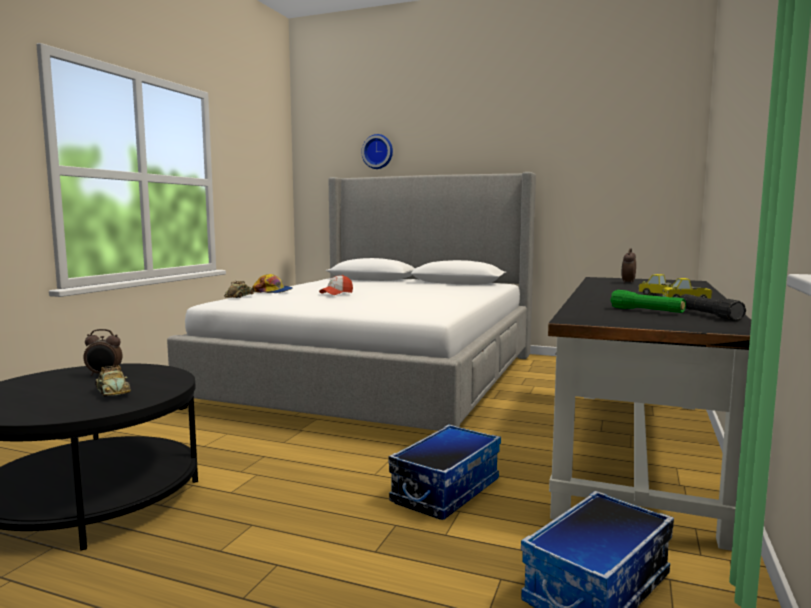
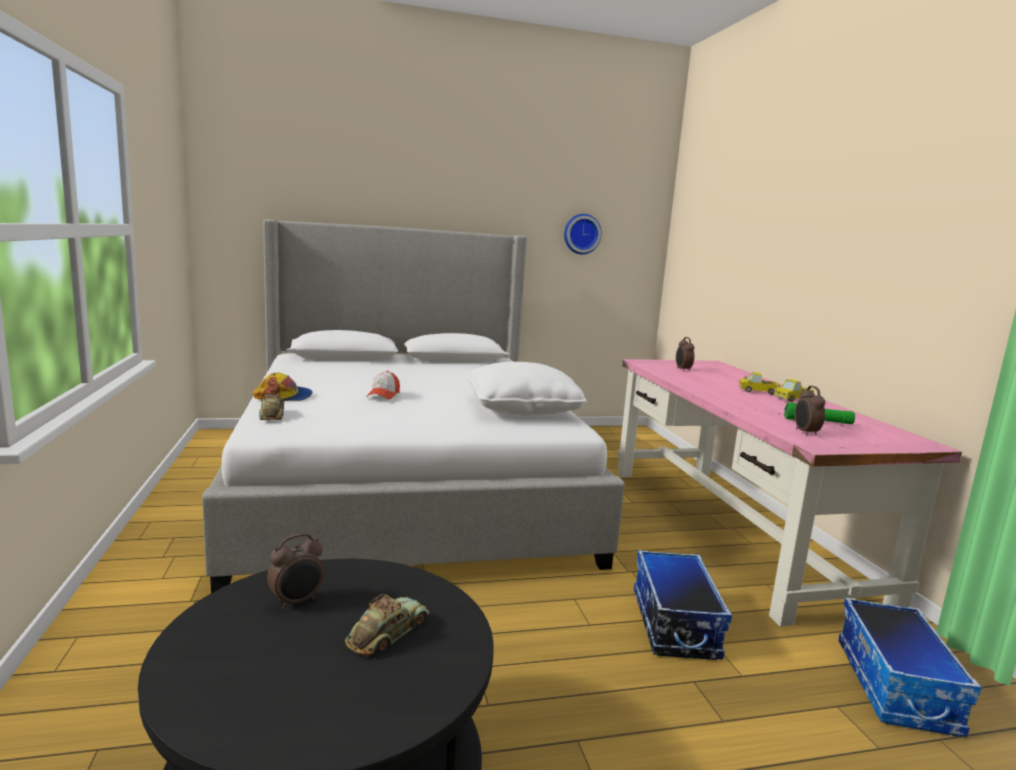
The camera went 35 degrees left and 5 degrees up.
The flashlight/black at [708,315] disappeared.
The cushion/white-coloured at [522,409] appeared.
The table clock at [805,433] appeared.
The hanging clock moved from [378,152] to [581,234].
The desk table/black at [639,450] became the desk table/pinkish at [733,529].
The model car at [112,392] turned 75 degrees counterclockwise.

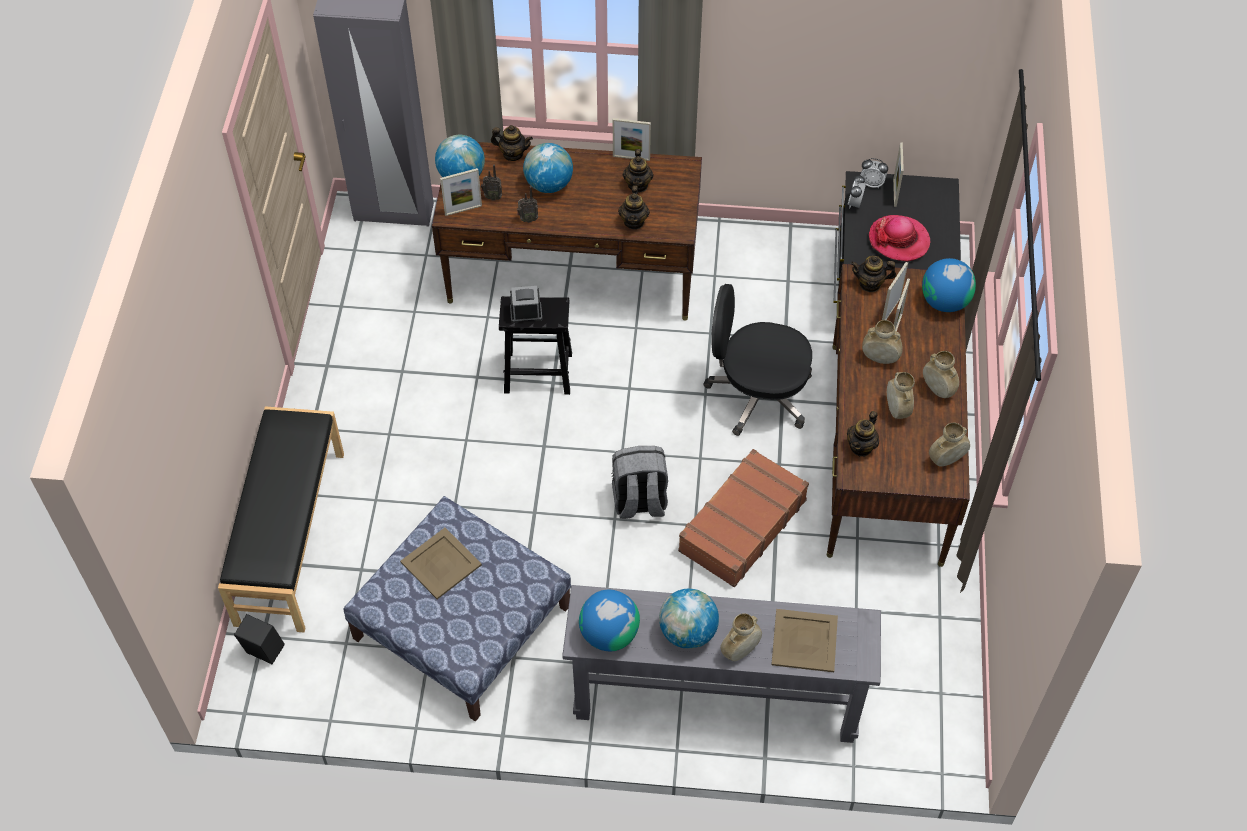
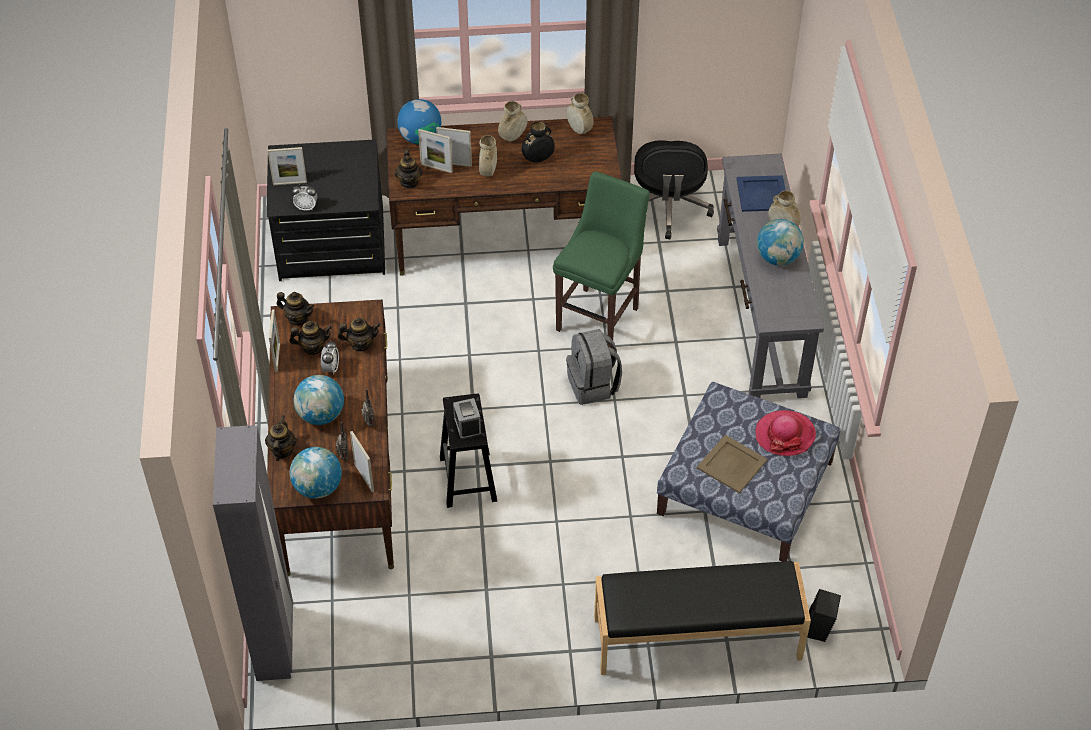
The camera went 100 degrees left and 5 degrees down.
The desk globe at [609,634] disappeared.
The office chair/black moved from [757,394] to [668,207].
The pot for tea moved from [861,447] to [297,318].
The table clock moved from [872,183] to [331,368].
The wearable hat moved from [899,240] to [785,435].
The suitcase/brown at [741,525] was replaced by the stool/green at [600,316].
The carrying tray/sand-coloured at [804,641] became the carrying tray/blue-coloured at [762,194].
The vase/sand-coloured at [896,409] became the vase/black at [538,159].

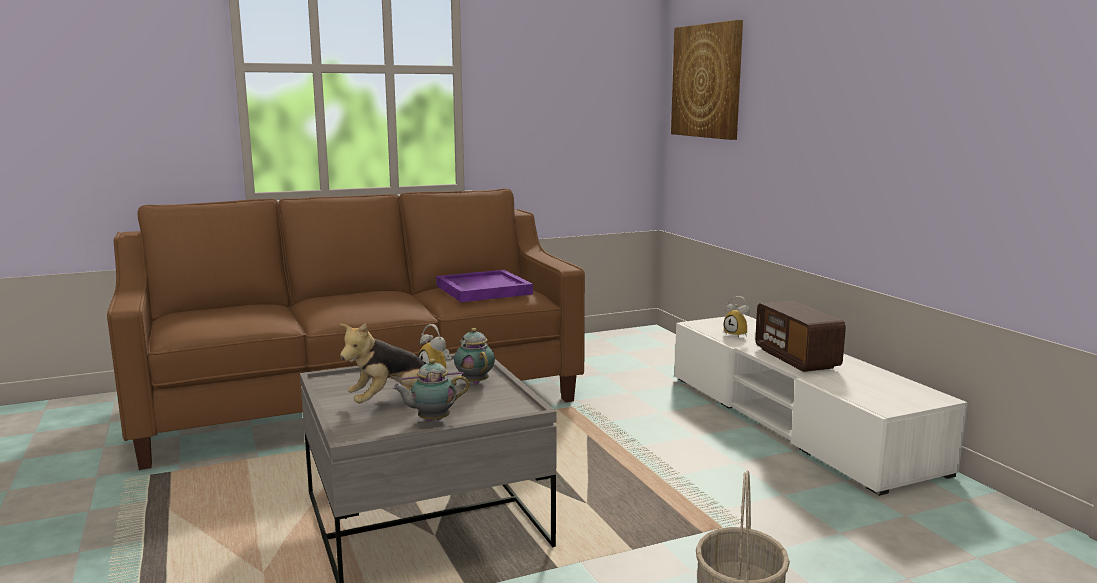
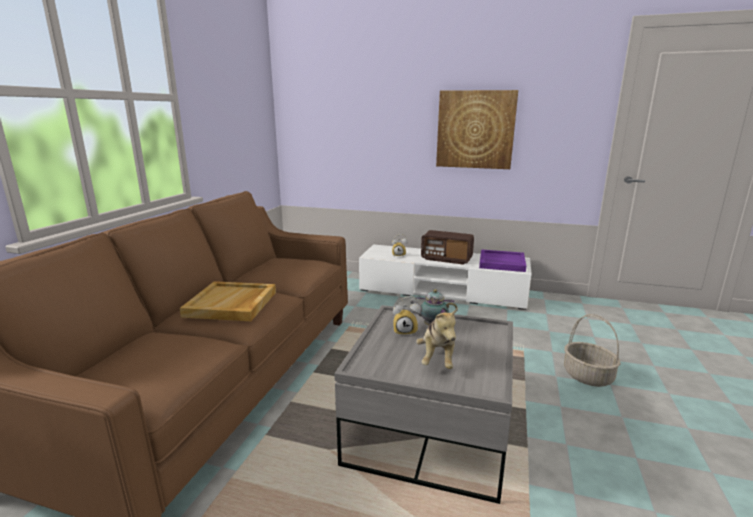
The camera went 50 degrees left and 5 degrees up.
The pot for tea at [431,420] disappeared.
The carrying tray/sand-coloured at [231,304] appeared.
The carrying tray/purple-coloured moved from [482,290] to [501,263].
The wall picture moved from [707,81] to [475,129].

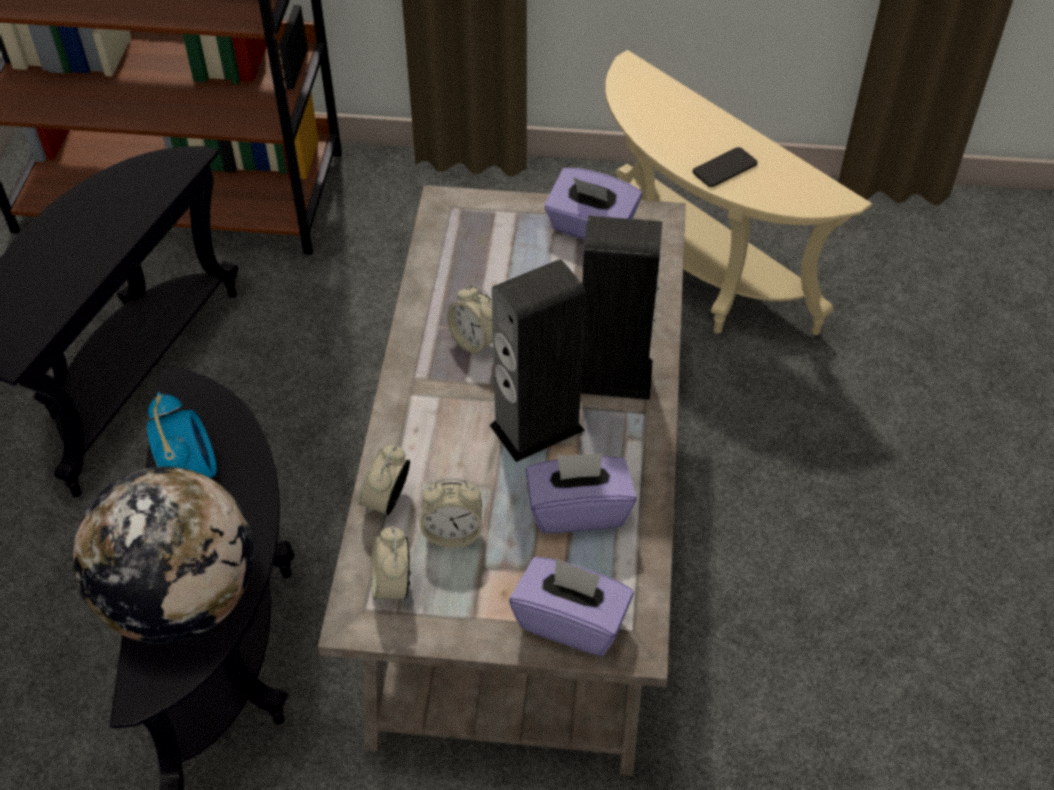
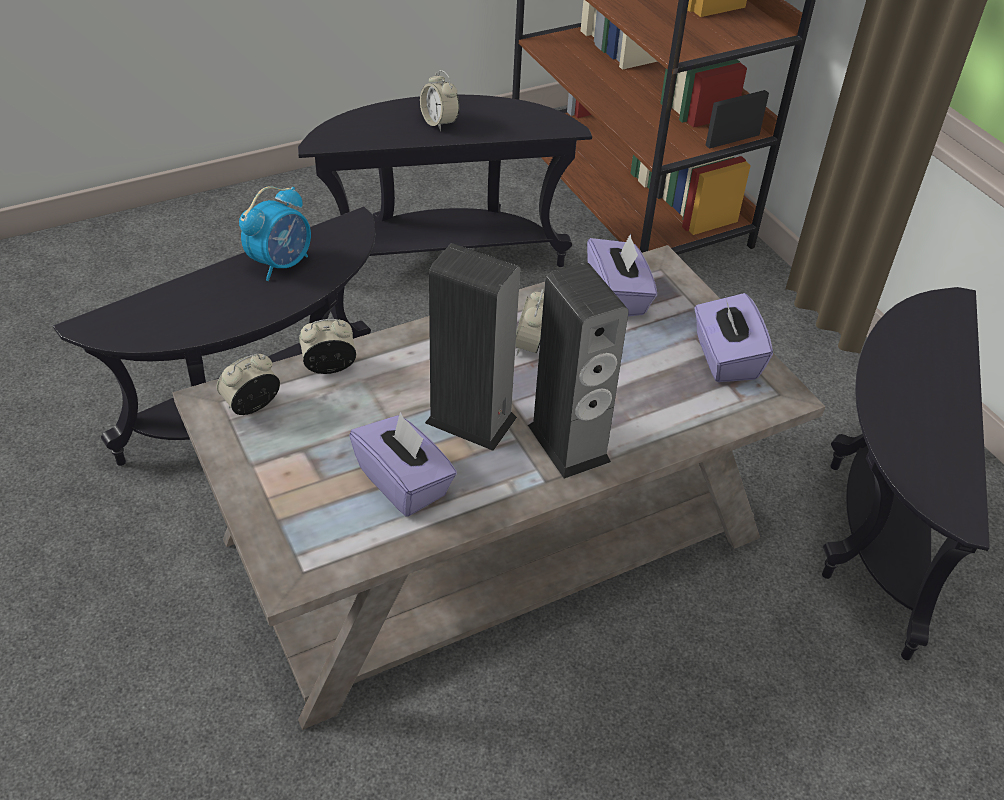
The camera went 55 degrees right and 5 degrees down.
The desk globe at [182,599] disappeared.
The phone at [724,168] disappeared.
The table clock moved from [453,533] to [439,122].
The box of tissues/purple-coloured moved from [571,621] to [618,296].
The end table/sand-coloured at [694,276] became the end table/black at [872,527].

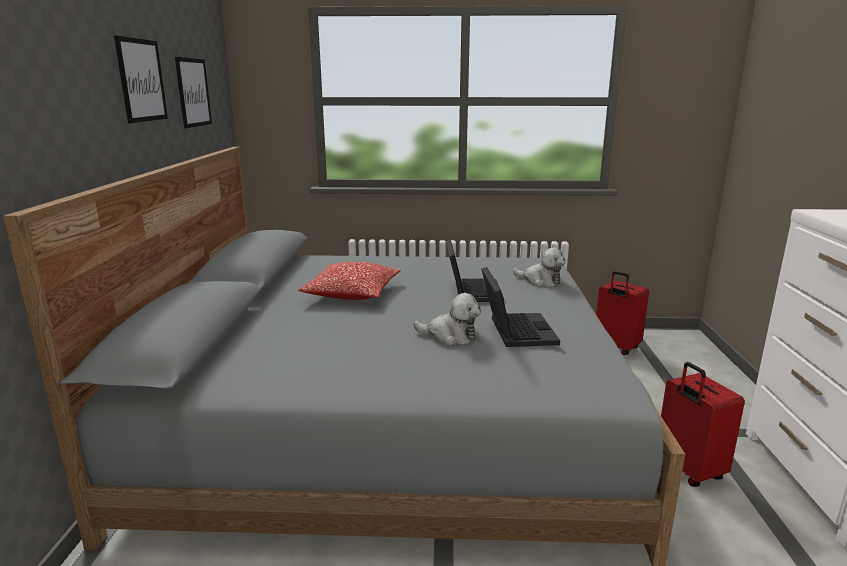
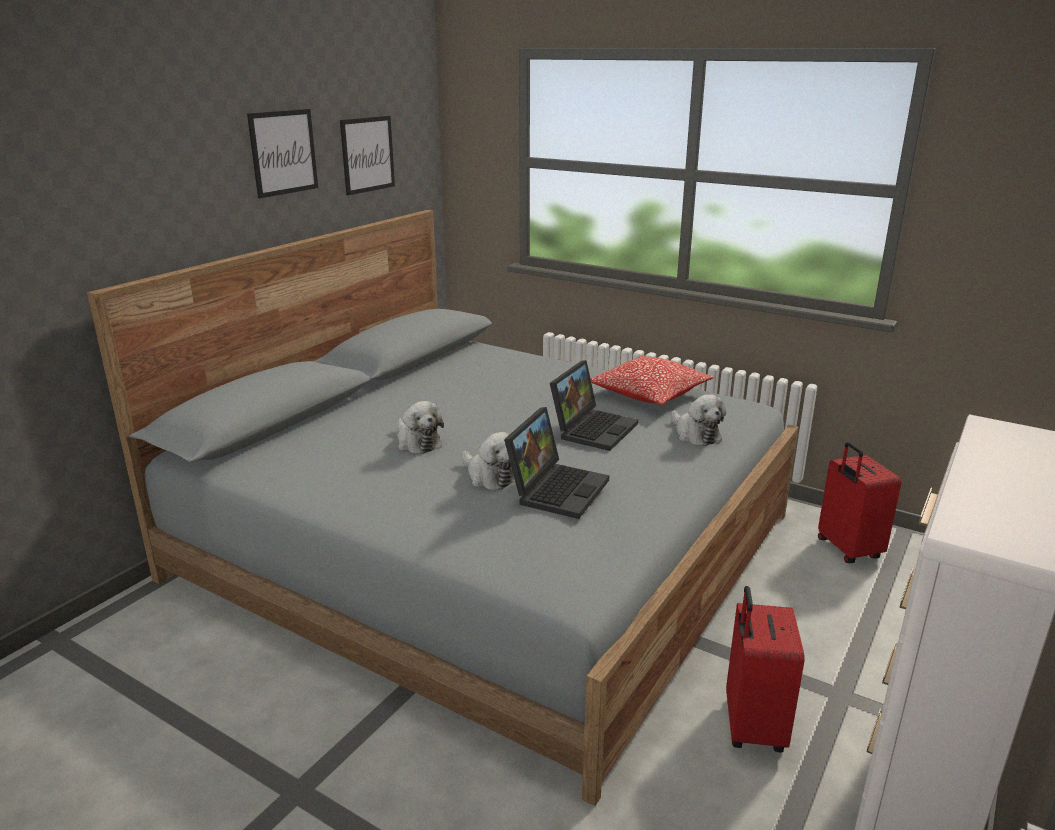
The camera went 30 degrees right and 5 degrees up.
The cuddly toy at [417,442] appeared.
The cushion moved from [352,294] to [649,394].

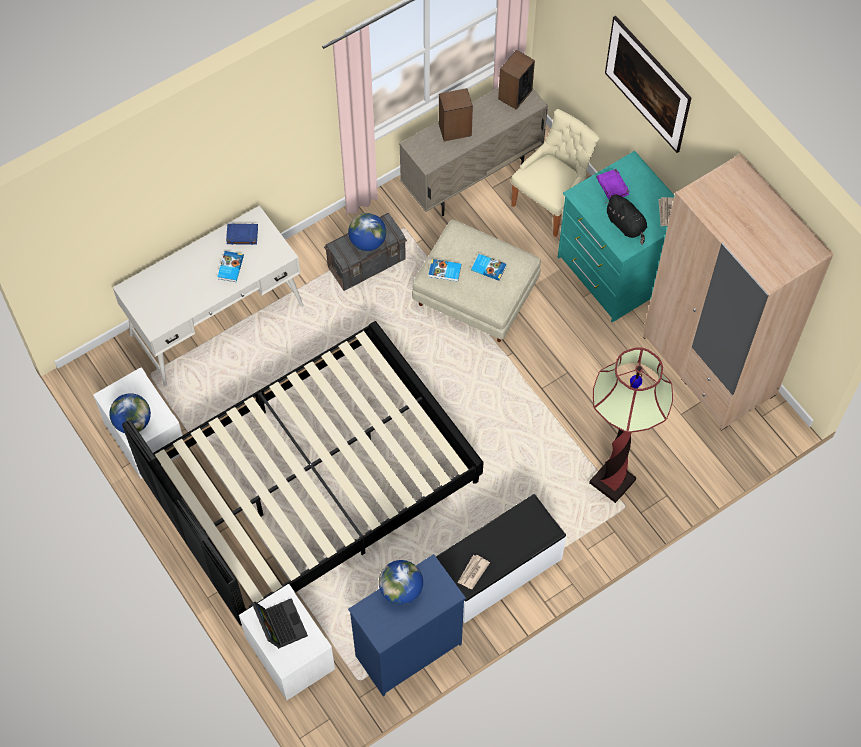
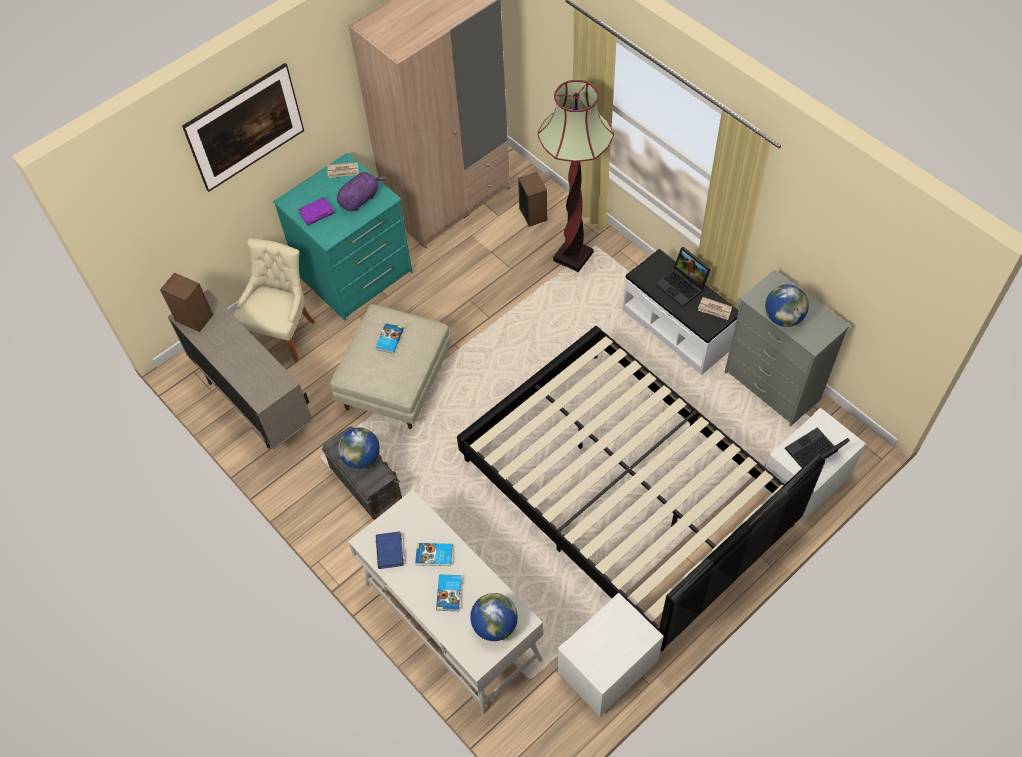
The camera went 95 degrees left and 5 degrees down.
The notebook computer at [683,286] appeared.
The desk globe moved from [133,422] to [495,625].
The bound book moved from [445,271] to [450,593].
The speaker moved from [455,130] to [533,214].
The drawer chest/blue-coloured at [407,650] became the drawer chest/grey at [772,387].
The cuddly toy/black at [626,225] became the cuddly toy/purple-coloured at [360,199].
The chair/sand-coloured at [551,203] turned 75 degrees clockwise.

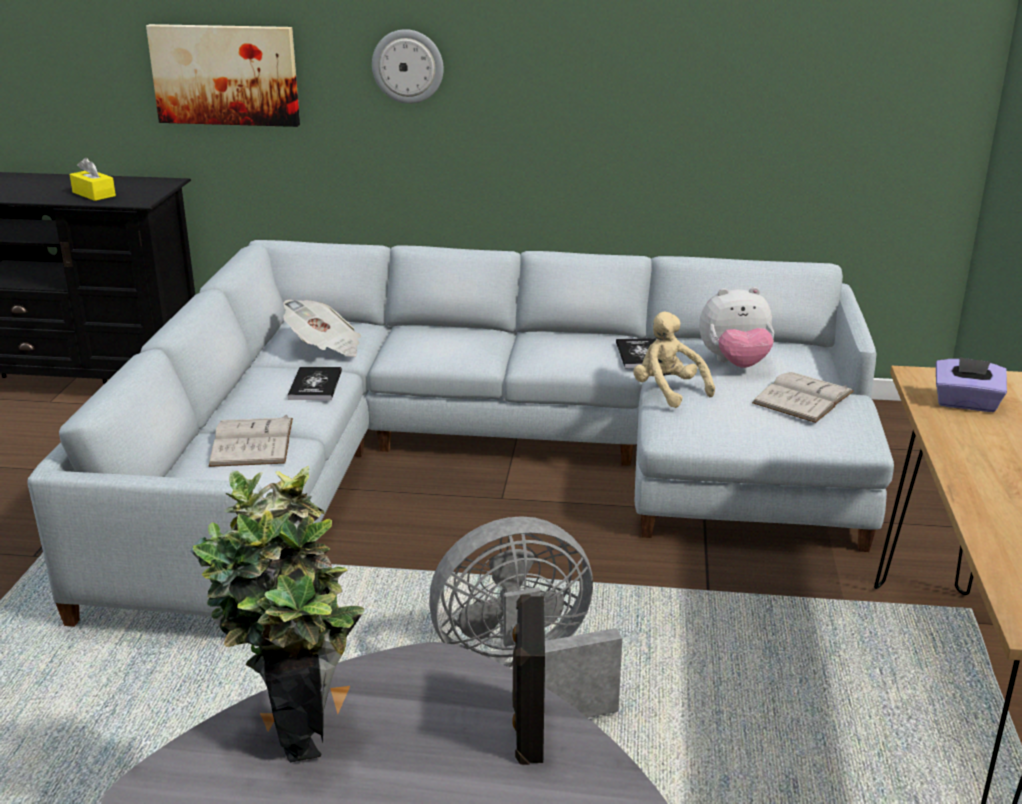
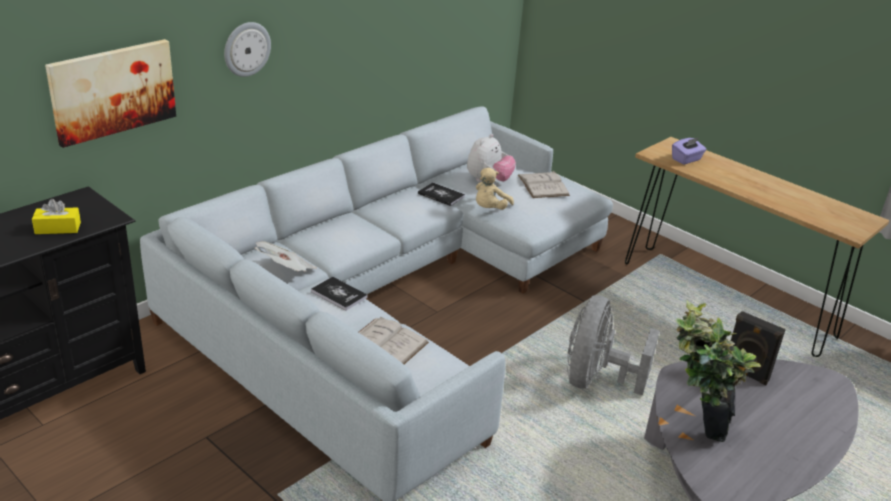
The camera went 55 degrees left and 5 degrees up.
The cuddly toy/sand-coloured at [668,391] turned 60 degrees counterclockwise.

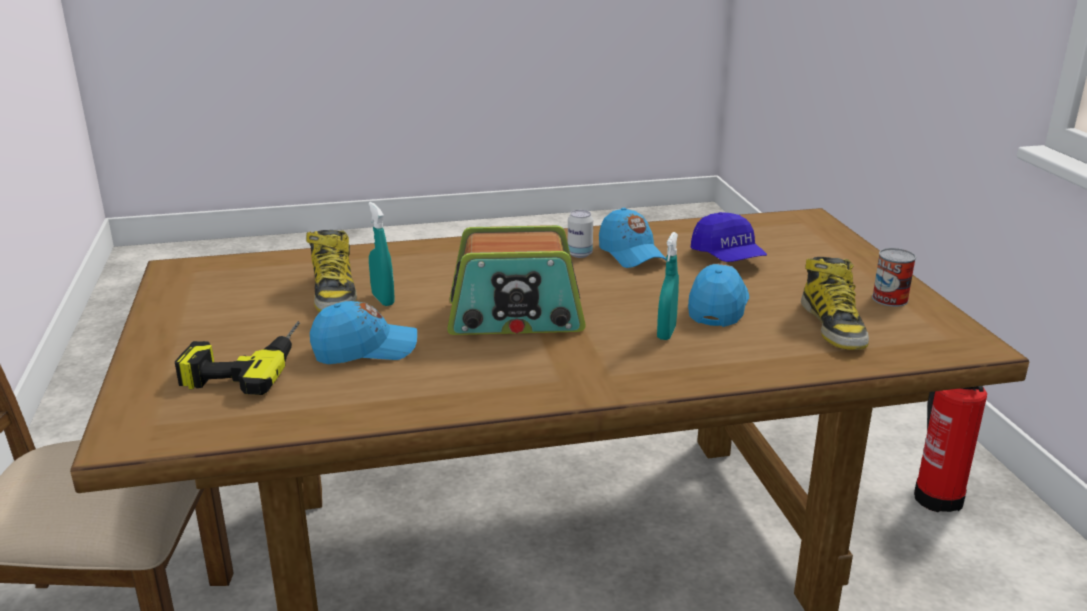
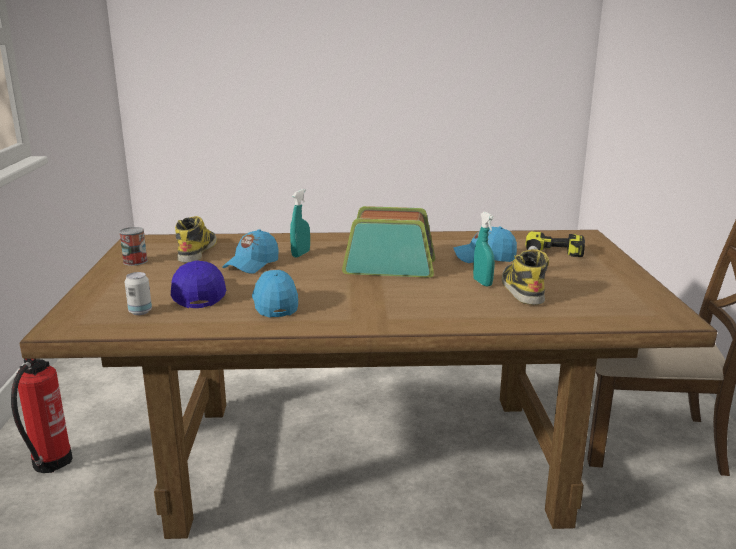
The camera went 170 degrees left and 5 degrees down.
The can moved from [580,254] to [140,312].

